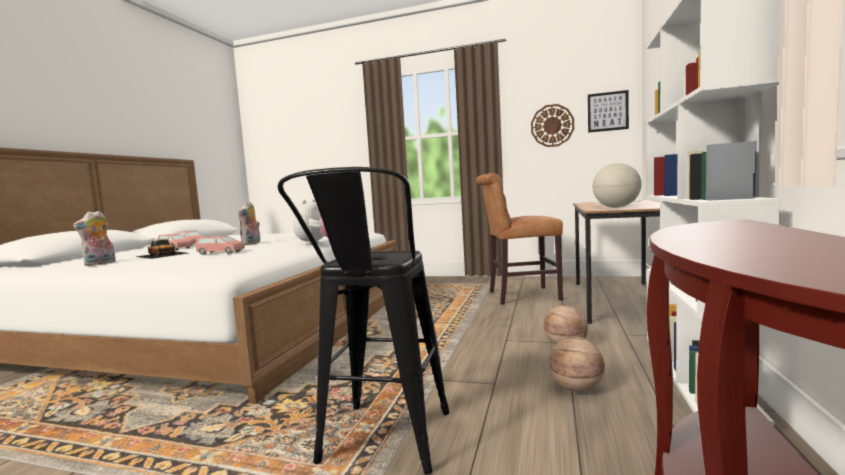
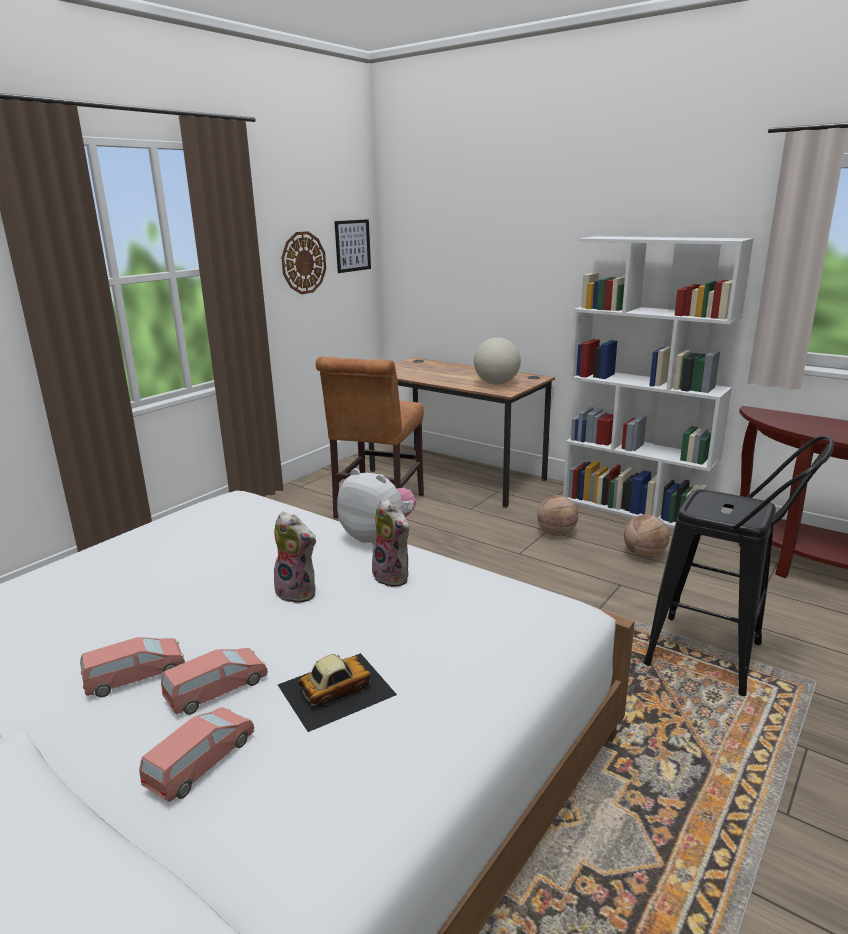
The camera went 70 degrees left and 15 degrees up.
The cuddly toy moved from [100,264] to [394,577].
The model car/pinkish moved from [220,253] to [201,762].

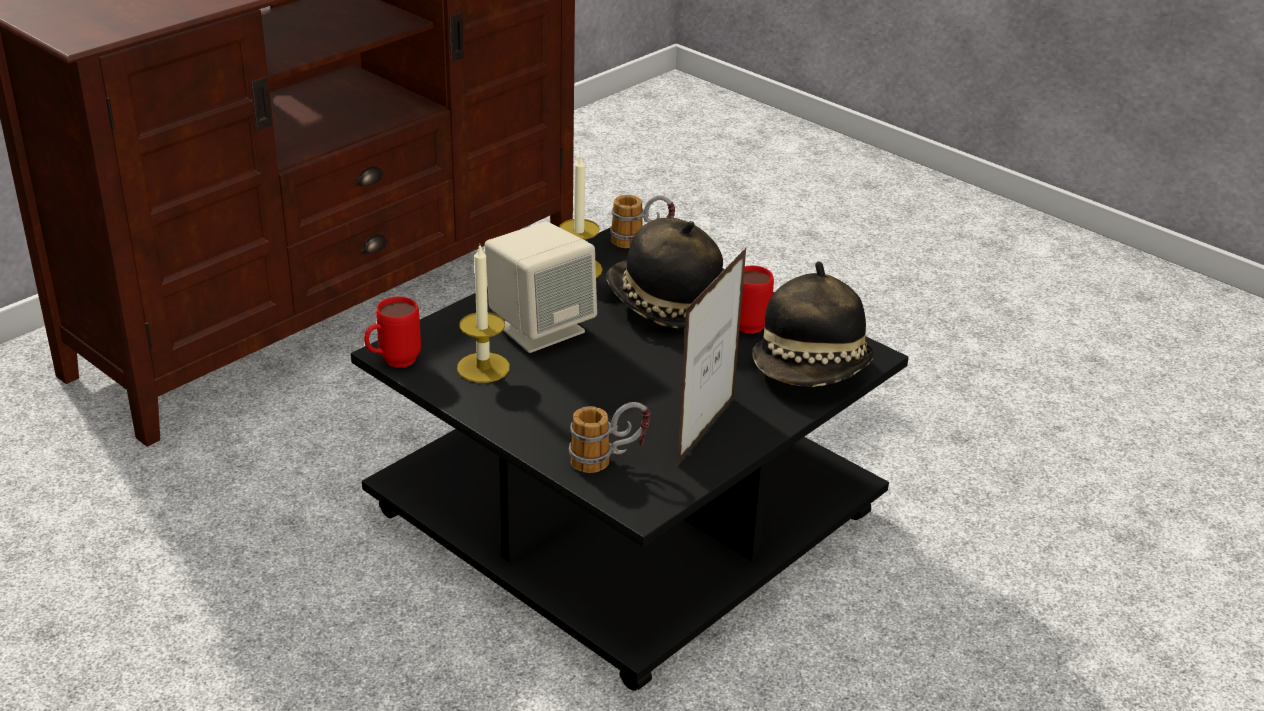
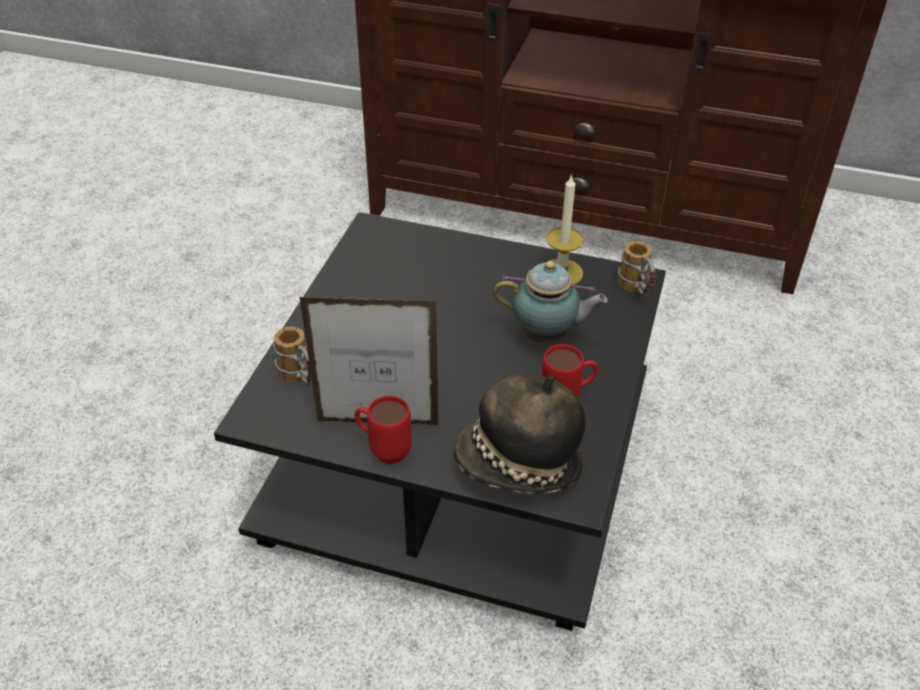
The camera went 65 degrees right and 10 degrees up.
The wax candle at [483,368] disappeared.
The speaker/sand-coloured at [540,328] disappeared.
The mug/reddish moved from [392,363] to [383,450].
The wearable hat at [662,306] was replaced by the pot for tea at [547,336].

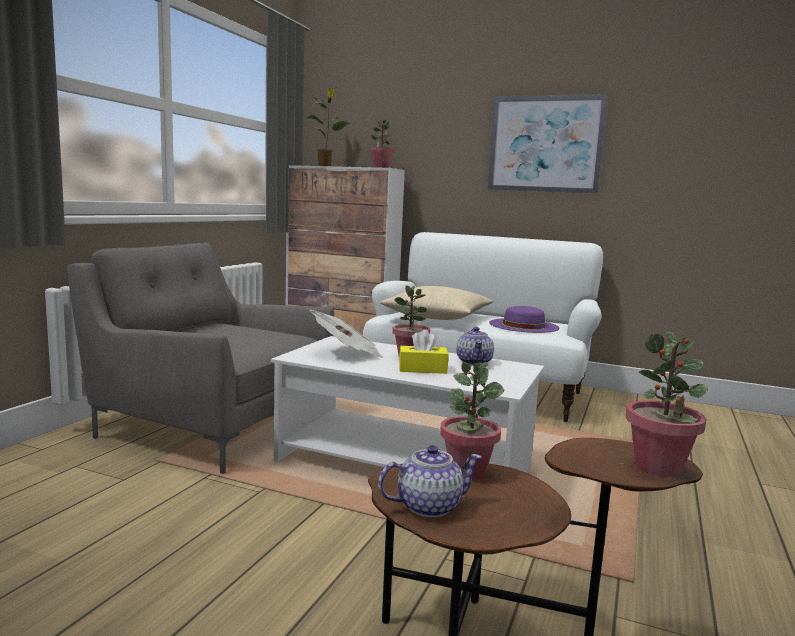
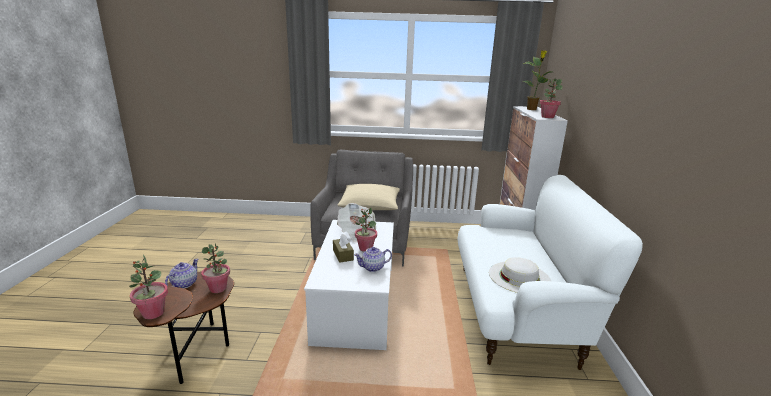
The camera went 70 degrees right and 10 degrees up.
The wall picture at [545,144] disappeared.
The cushion/sand-coloured moved from [438,317] to [370,206].
The box of tissues/yellow-coloured at [422,369] became the box of tissues/brown at [343,255].
The wearable hat/purple-coloured at [523,325] became the wearable hat/white-coloured at [519,277].
The pot for tea at [428,506] turned 120 degrees counterclockwise.

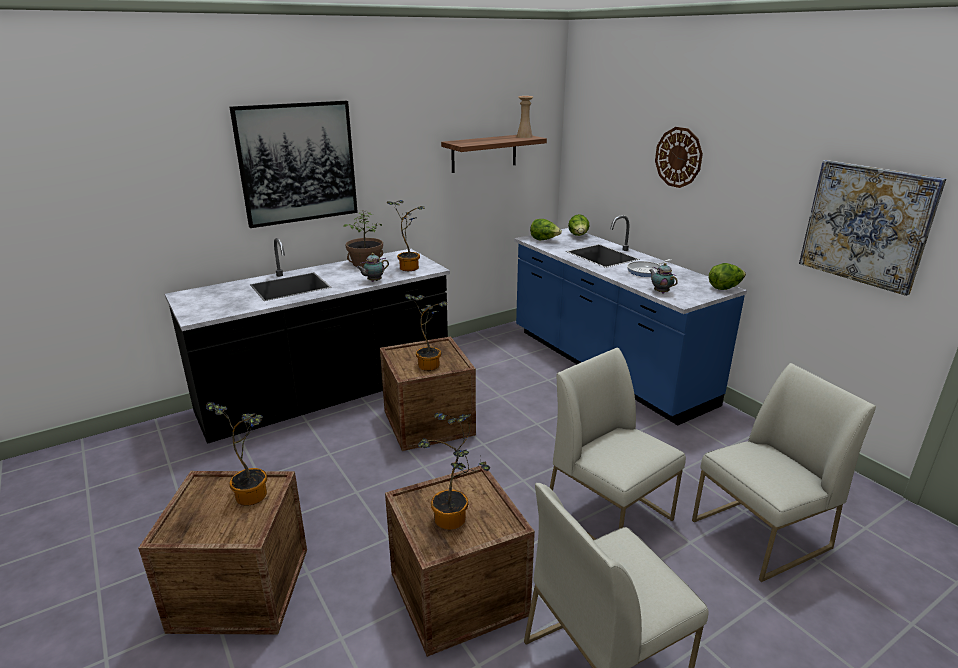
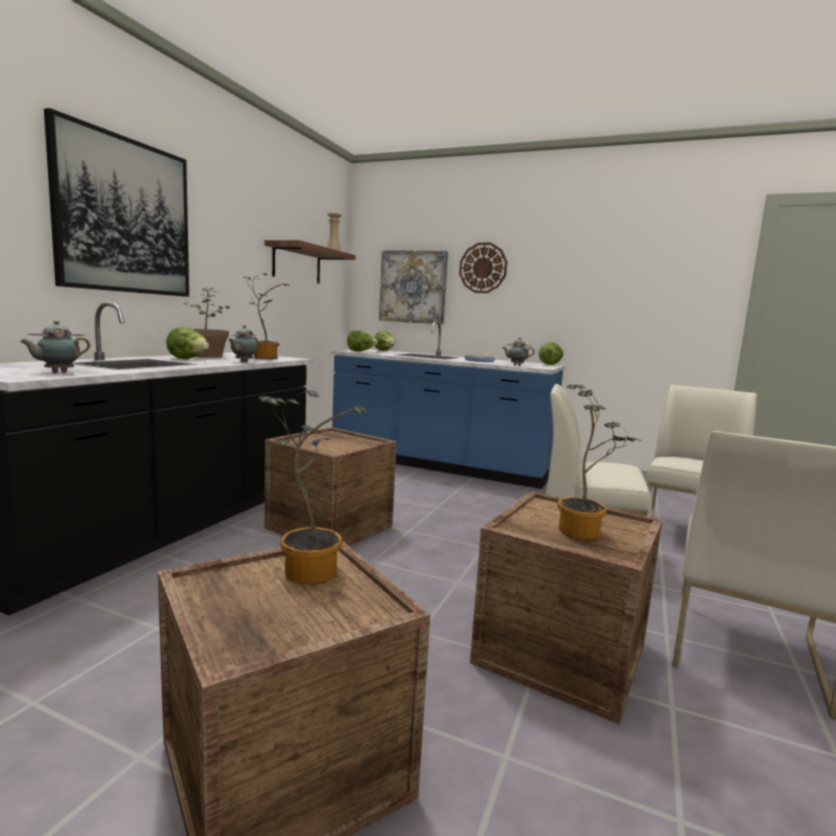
The camera went 35 degrees left and 15 degrees down.
The plant in a pot at [429,364] disappeared.
The pot for tea at [57,372] appeared.
The head of lettuce at [188,359] appeared.
The wall picture moved from [866,225] to [413,287].

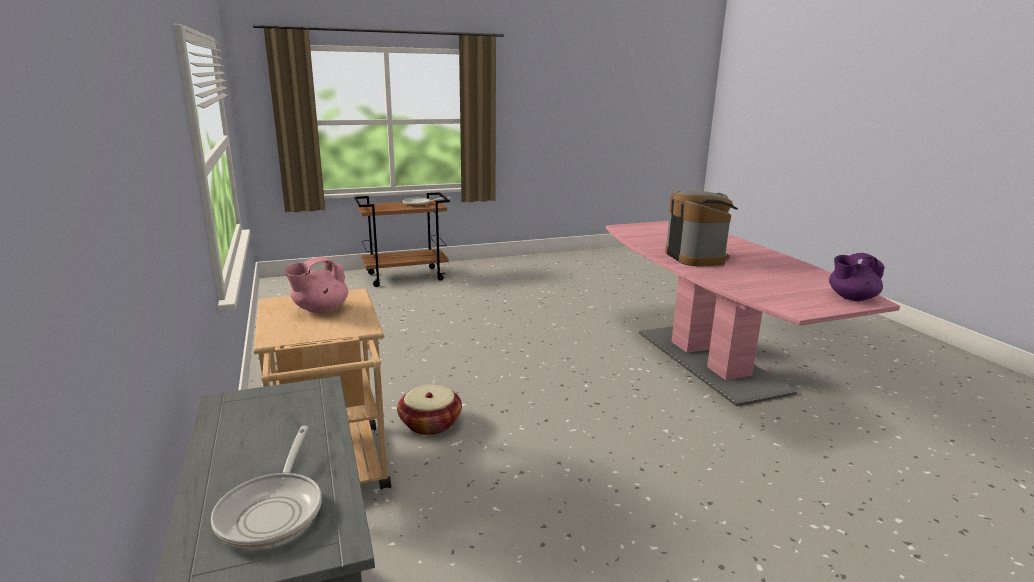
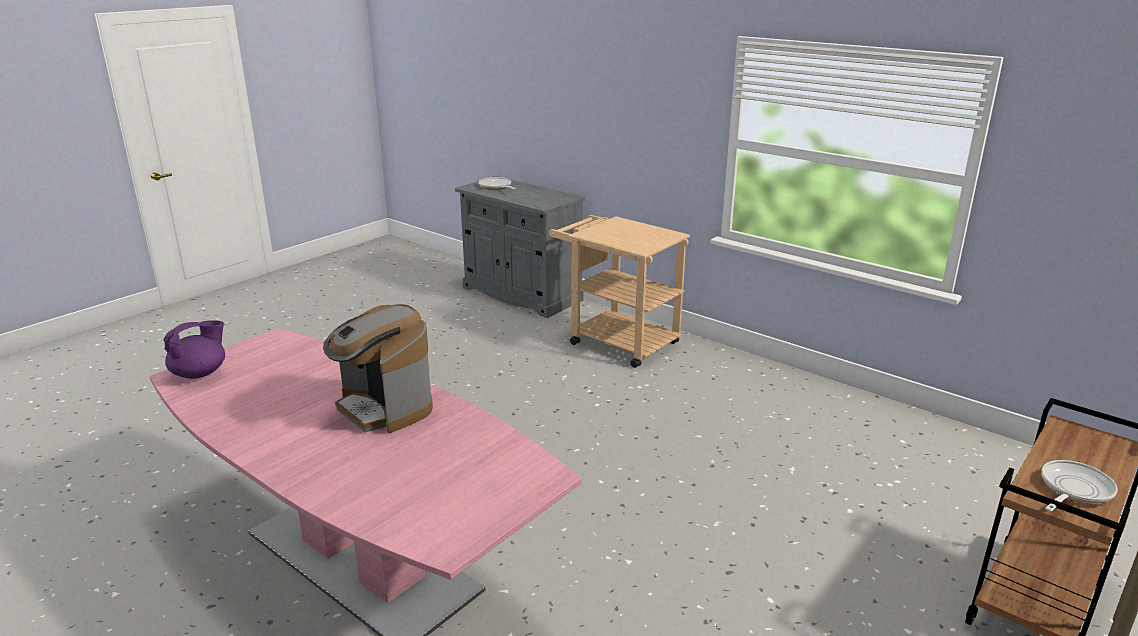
The camera went 150 degrees right and 5 degrees up.
The pot for tea/pinkish at [320,309] disappeared.
The household basket at [430,423] disappeared.

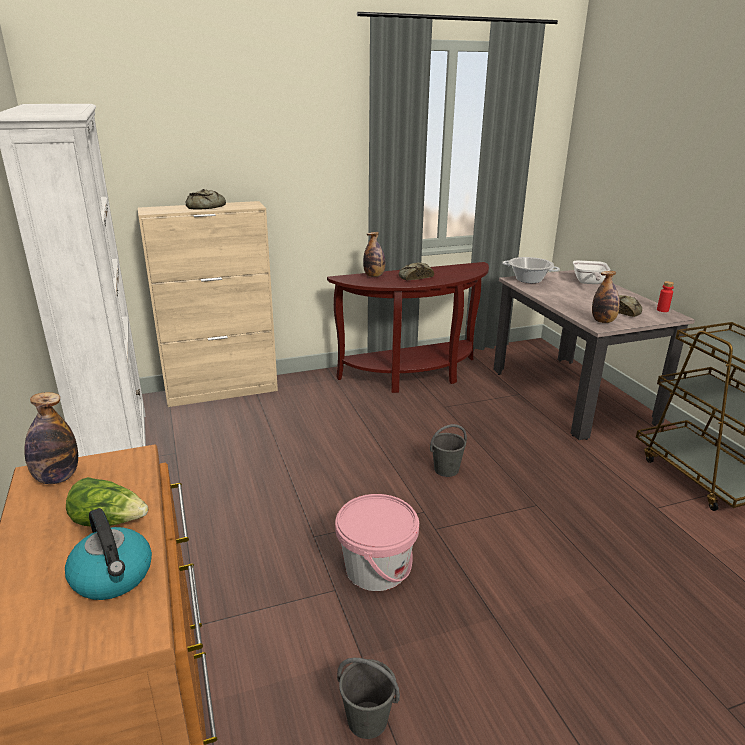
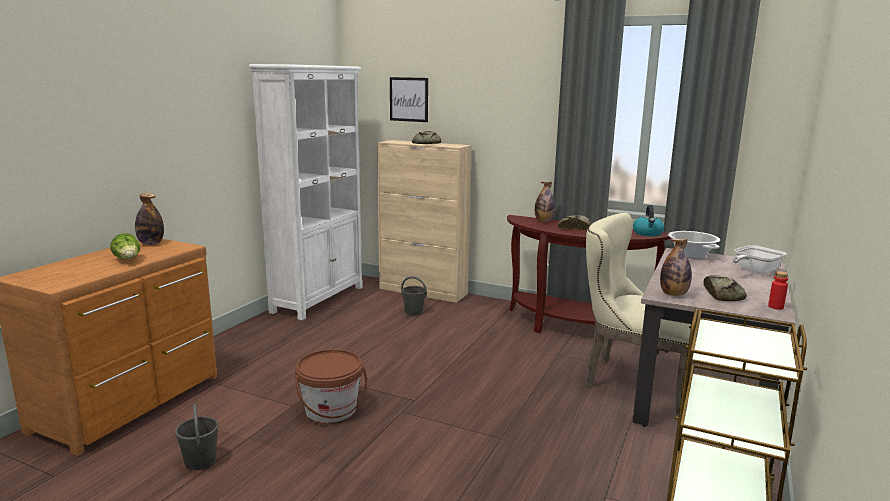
The camera went 45 degrees right and 10 degrees down.
The wall picture at [409,99] appeared.
The chair/sand-coloured at [631,381] appeared.
The water kettle moved from [113,577] to [648,233].
The water bucket/grey moved from [446,469] to [414,312].
The water bucket/pinkish at [376,568] became the water bucket/brown at [331,409].

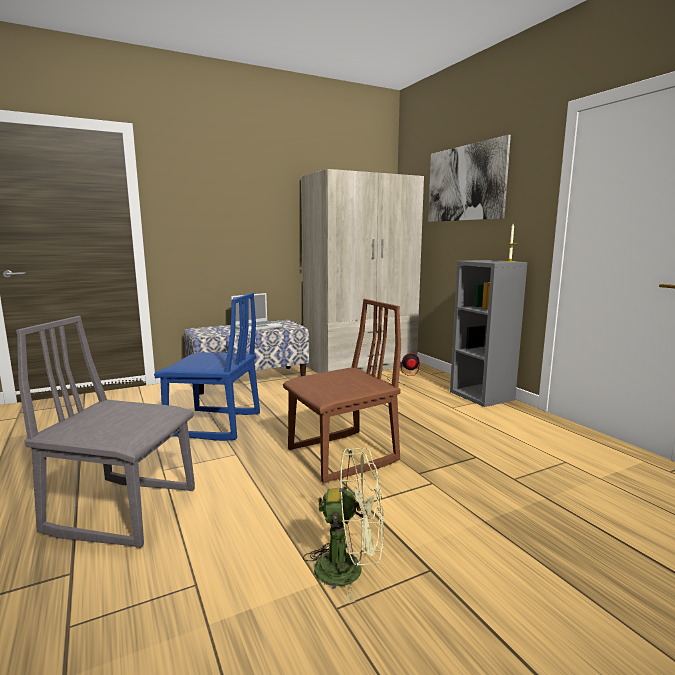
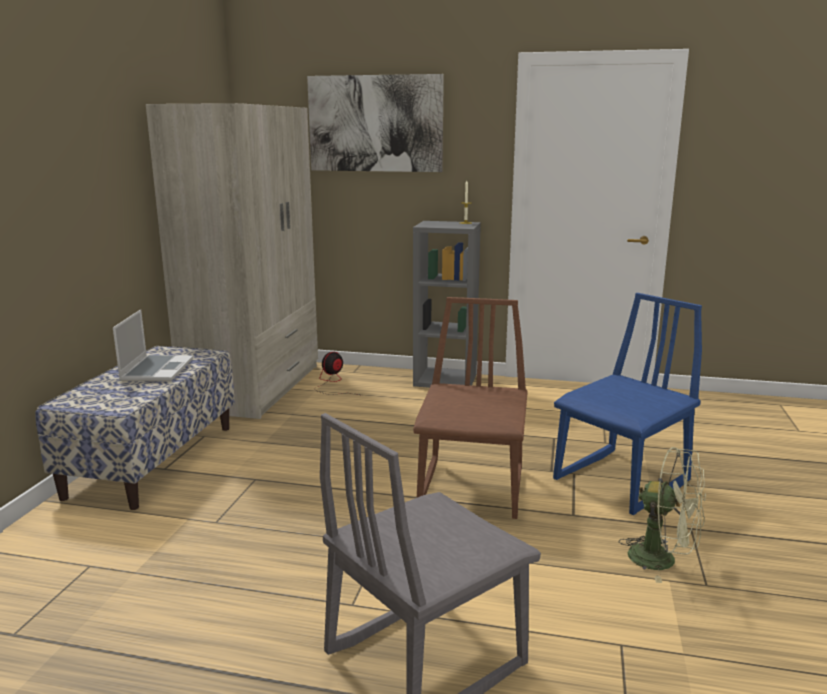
The camera went 50 degrees left and 5 degrees up.
The chair/blue-coloured moved from [213,425] to [622,481].
The electric fan/green at [349,569] turned 75 degrees clockwise.

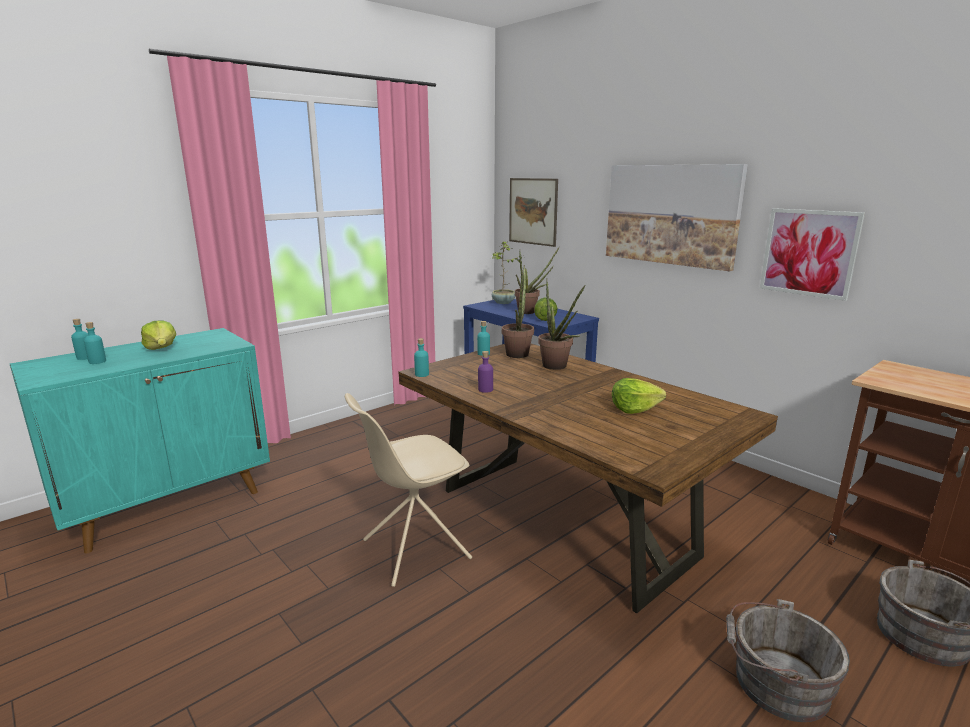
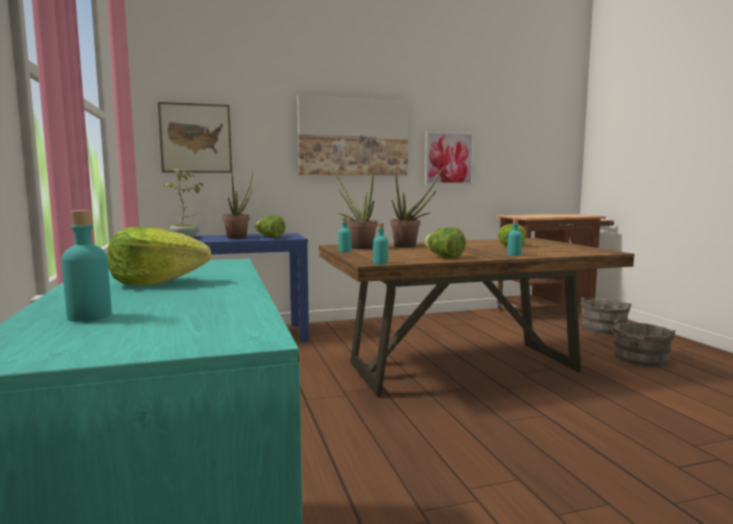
The camera went 65 degrees left and 10 degrees down.
The chair/sand-coloured at [414,550] disappeared.
The bottle/turquoise moved from [97,361] to [514,255].
The bottle/purple-coloured at [485,389] was replaced by the head of lettuce at [444,257].

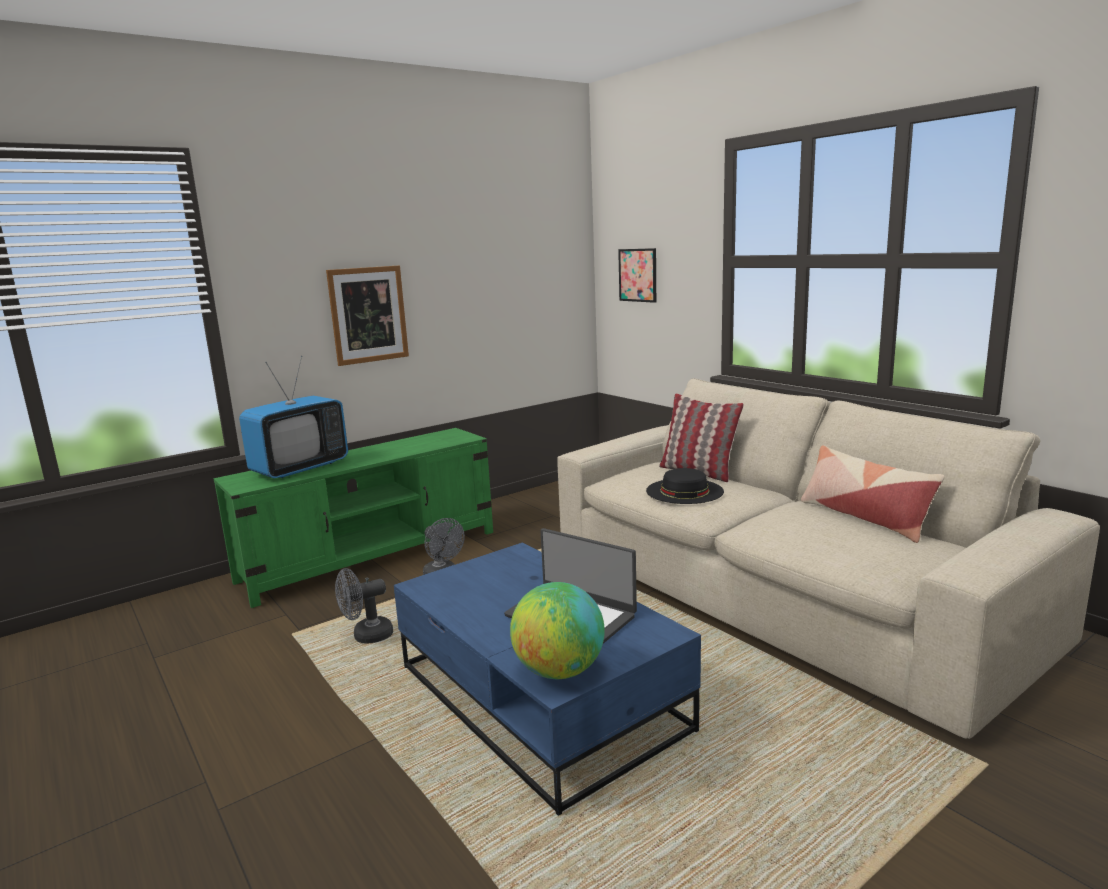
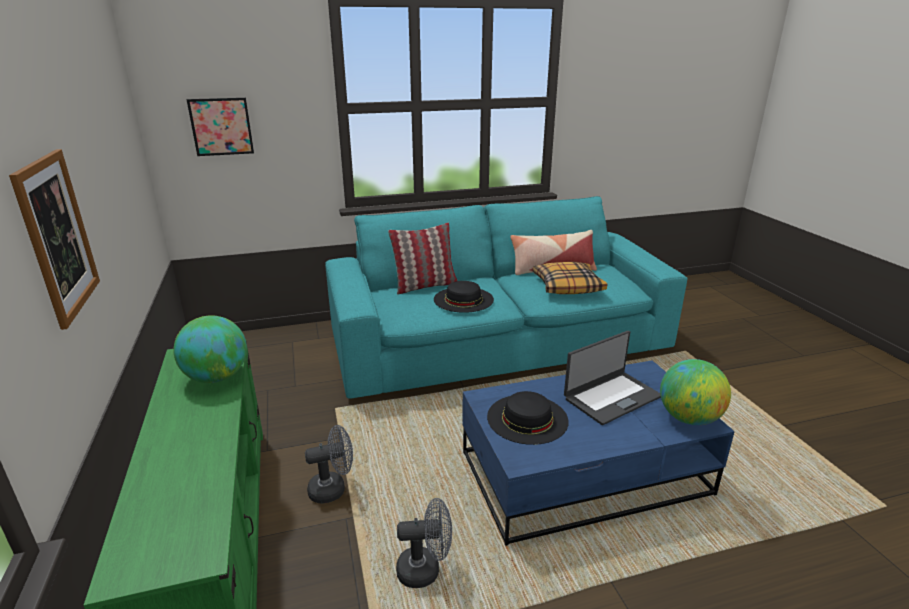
The camera went 70 degrees left and 10 degrees up.
The television at [300,468] disappeared.
The desk globe at [216,377] appeared.
The wearable hat/black at [527,418] appeared.
The cushion at [567,286] appeared.
The settee/sand-coloured at [773,592] became the settee/turquoise at [499,342].
The electric fan/grey at [366,636] turned 90 degrees counterclockwise.

